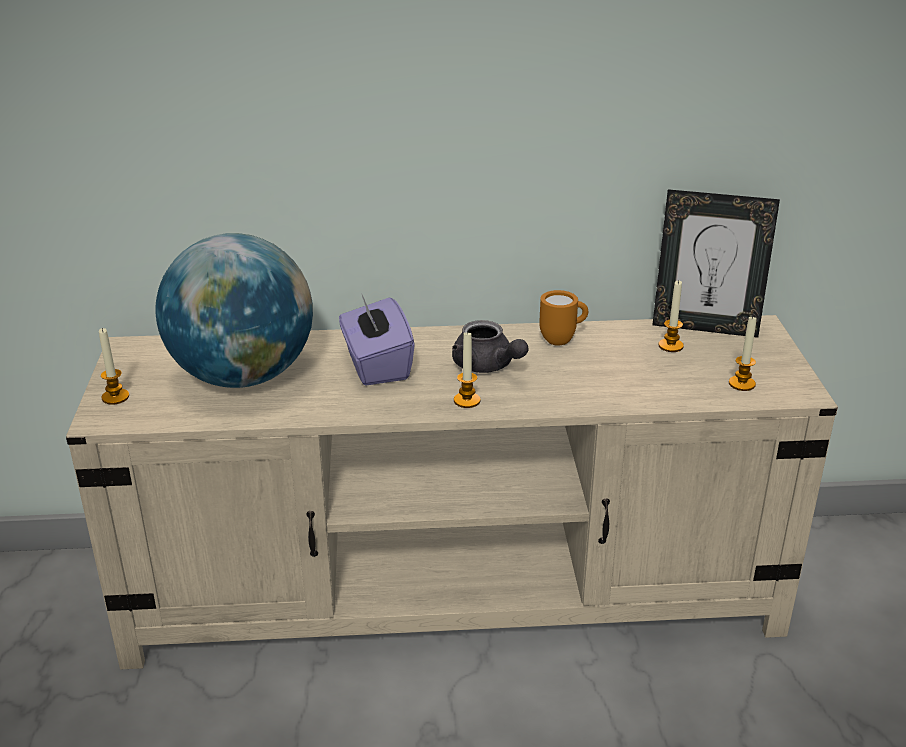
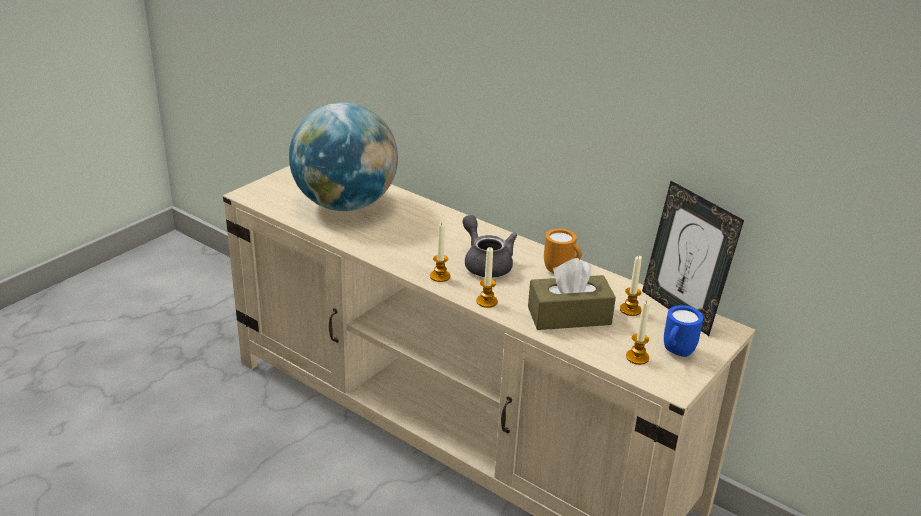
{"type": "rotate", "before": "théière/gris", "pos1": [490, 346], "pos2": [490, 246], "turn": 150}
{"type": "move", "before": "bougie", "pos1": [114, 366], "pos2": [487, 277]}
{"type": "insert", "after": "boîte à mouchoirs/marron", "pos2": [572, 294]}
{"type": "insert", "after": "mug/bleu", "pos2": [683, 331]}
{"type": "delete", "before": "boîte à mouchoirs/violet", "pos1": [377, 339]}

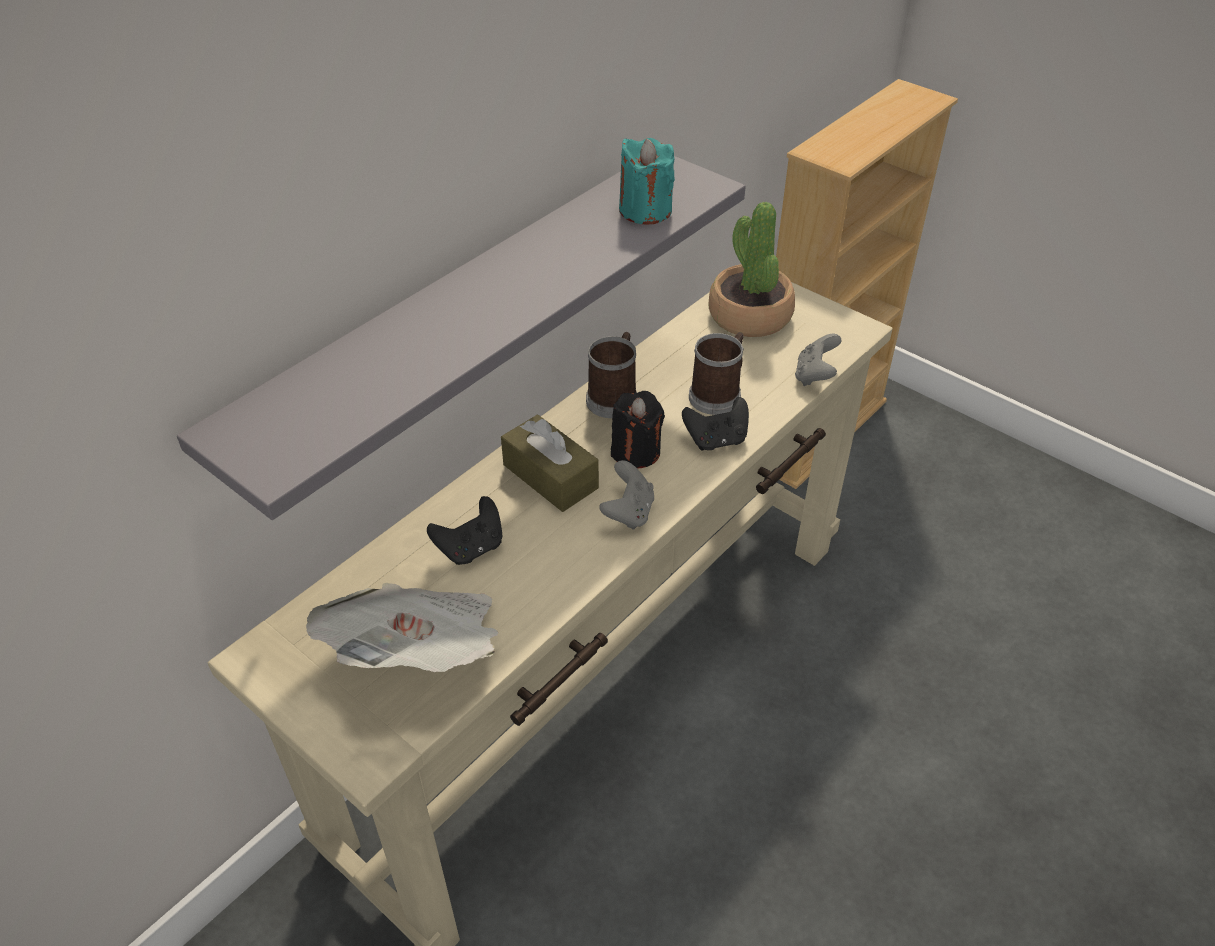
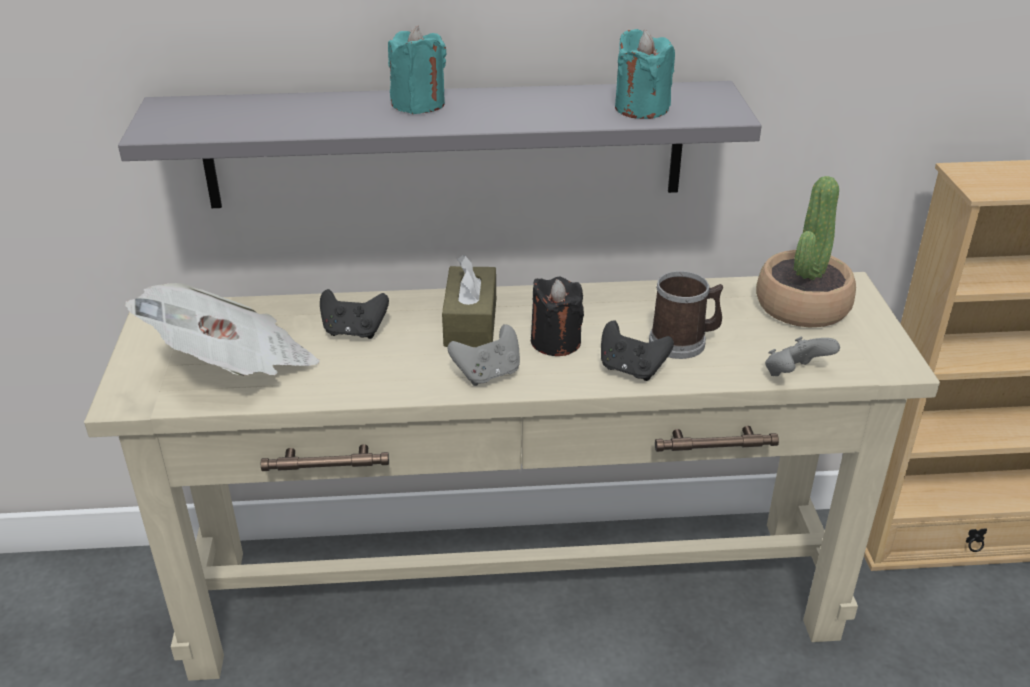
{"type": "insert", "after": "bougie/turquoise", "pos2": [417, 70]}
{"type": "delete", "before": "mug", "pos1": [611, 375]}

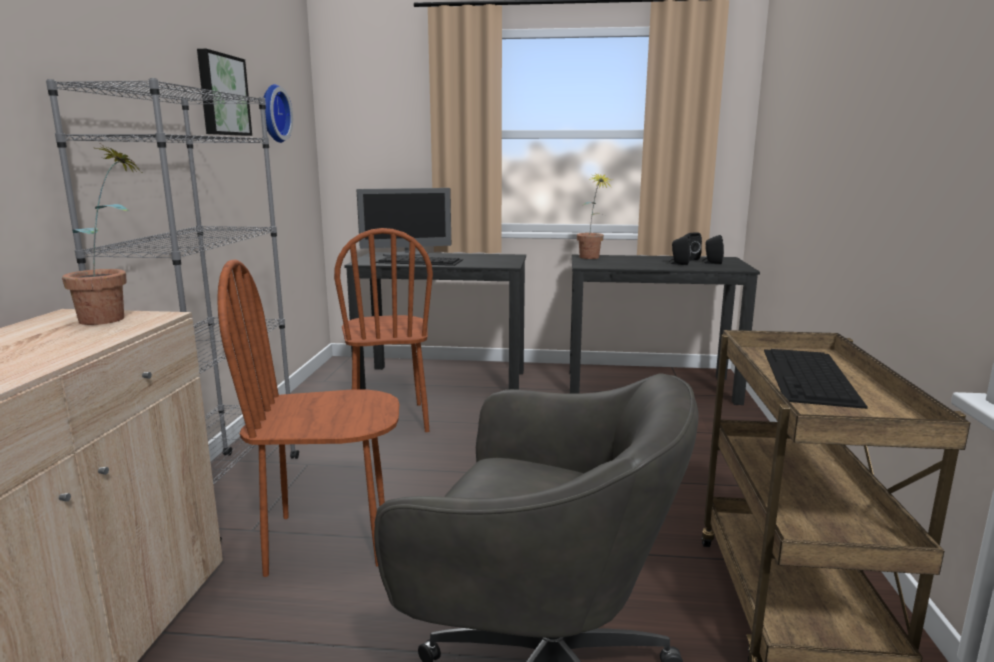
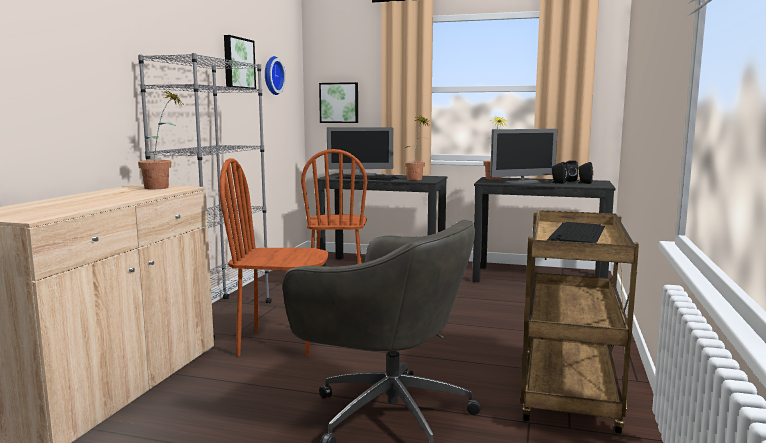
{"type": "insert", "after": "tableau", "pos2": [338, 102]}
{"type": "insert", "after": "plante en pot", "pos2": [417, 148]}
{"type": "insert", "after": "écran d'ordinateur", "pos2": [524, 156]}

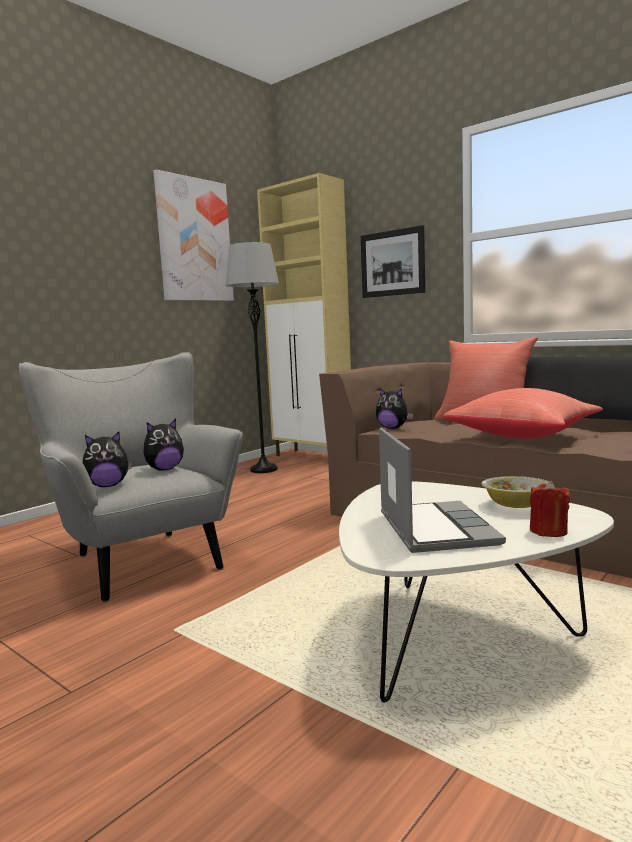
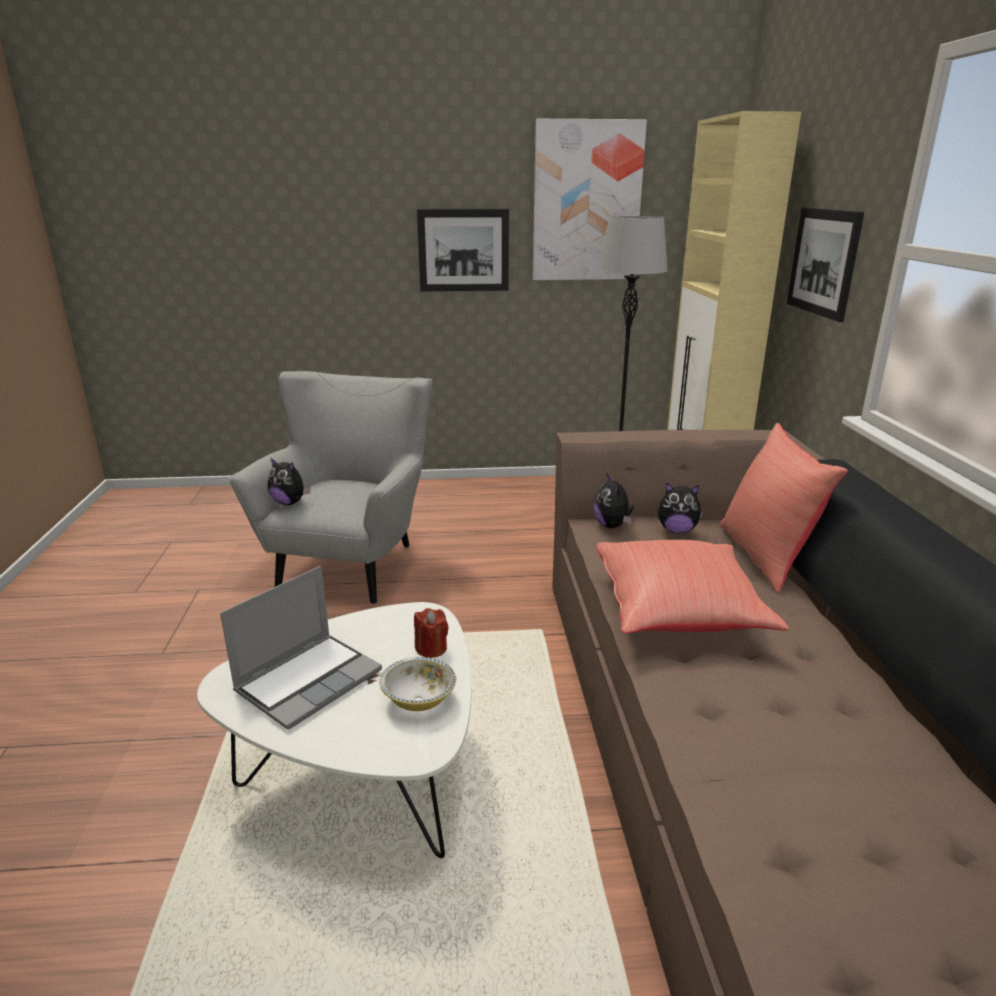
{"type": "move", "before": "bougie/rouge", "pos1": [550, 509], "pos2": [431, 633]}
{"type": "insert", "after": "tableau", "pos2": [463, 250]}
{"type": "move", "before": "peluche", "pos1": [163, 445], "pos2": [680, 507]}

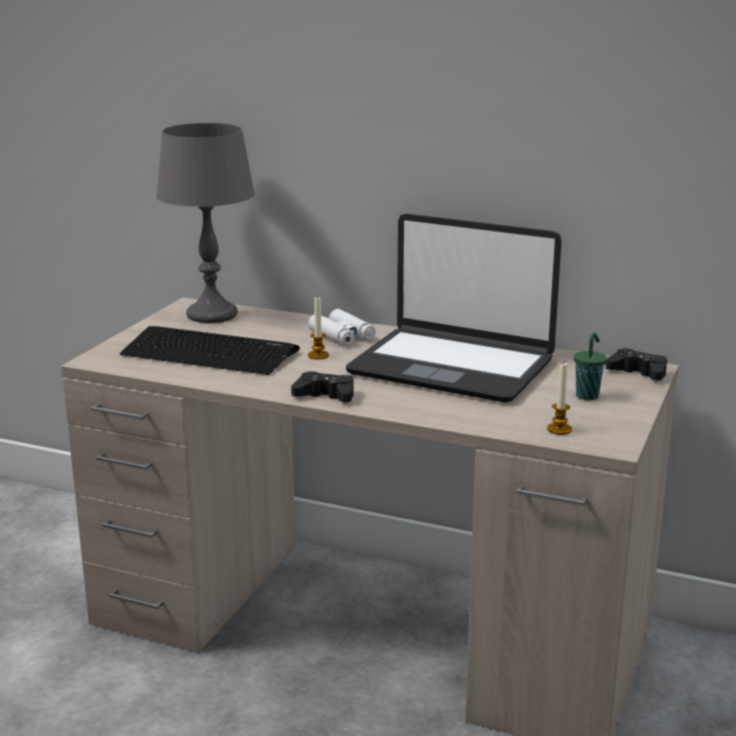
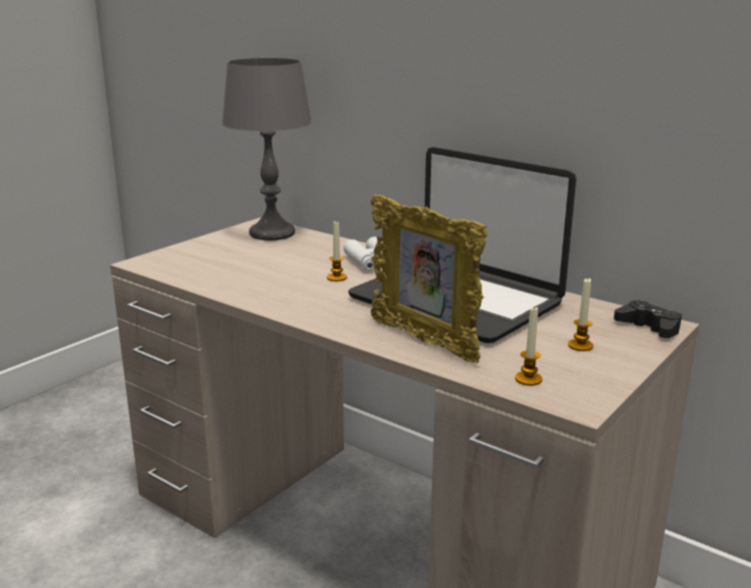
{"type": "insert", "after": "cadre photo", "pos2": [429, 278]}
{"type": "replace", "before": "tasse/vert", "after": "bougie", "pos1": [590, 366], "pos2": [580, 314]}
{"type": "delete", "before": "clavier", "pos1": [210, 350]}
{"type": "delete", "before": "manette/noir", "pos1": [322, 386]}

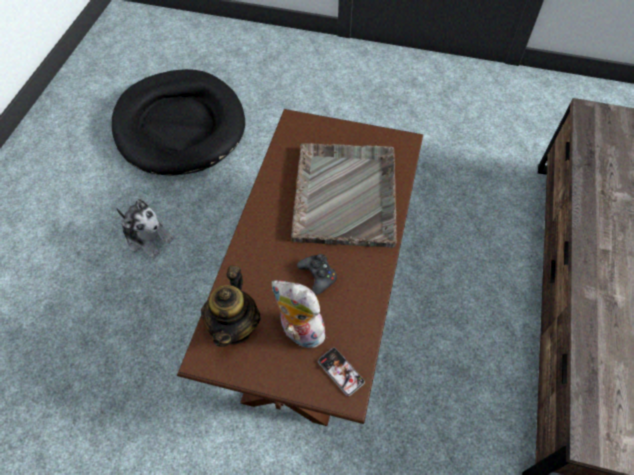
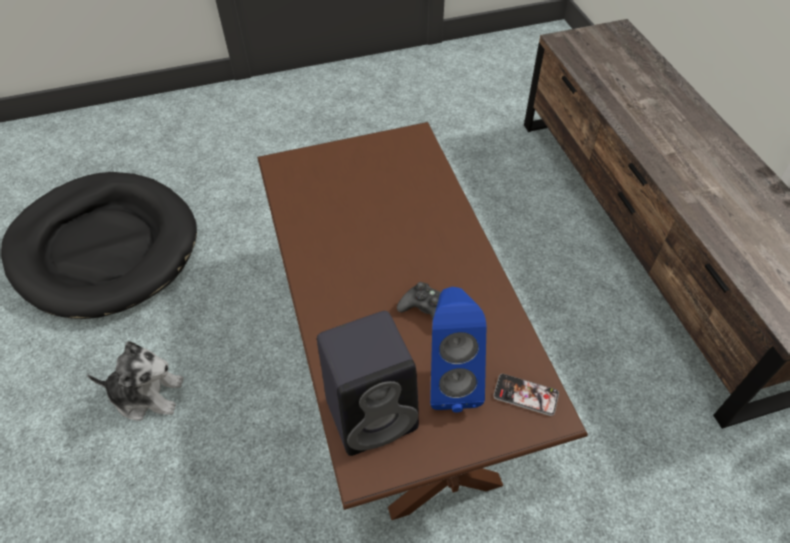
{"type": "replace", "before": "théière", "after": "enceinte/noir", "pos1": [230, 306], "pos2": [368, 383]}
{"type": "replace", "before": "peluche", "after": "enceinte/bleu", "pos1": [301, 314], "pos2": [458, 350]}
{"type": "delete", "before": "plateau/gris", "pos1": [344, 195]}

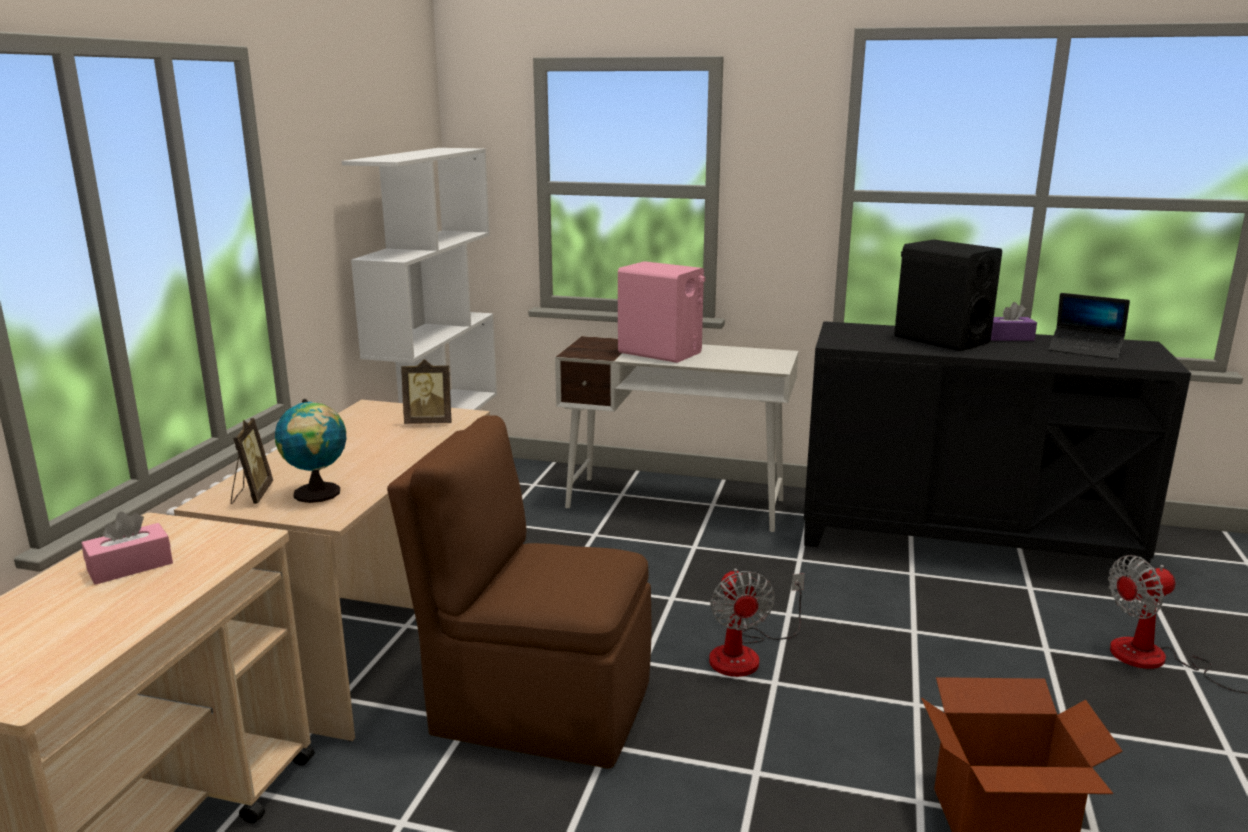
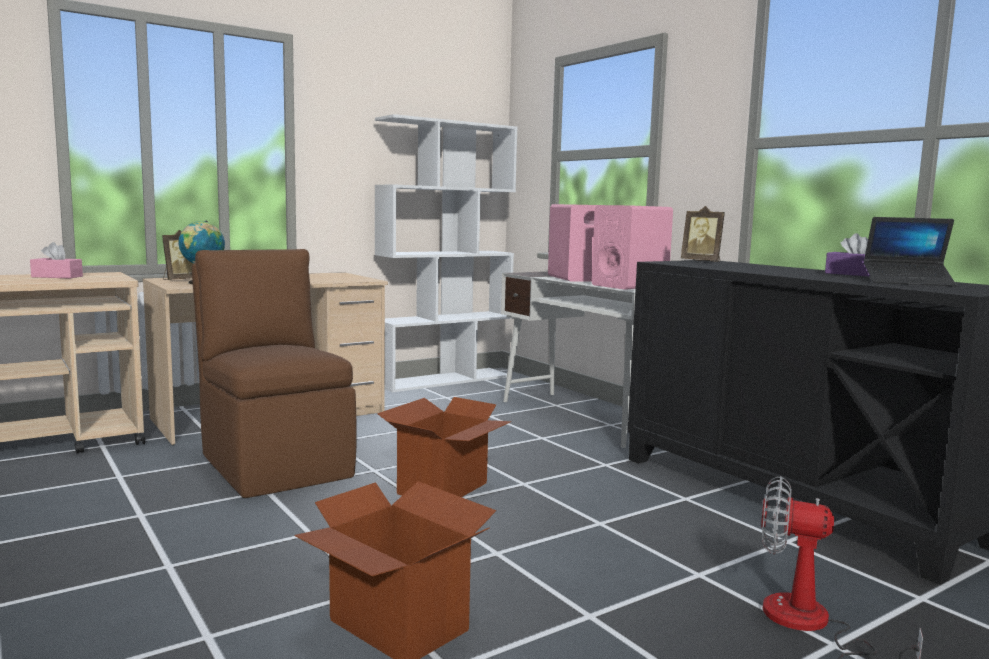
{"type": "replace", "before": "ventilateur", "after": "carton", "pos1": [757, 622], "pos2": [444, 447]}
{"type": "insert", "after": "enceinte/rose", "pos2": [632, 247]}
{"type": "move", "before": "cadre photo", "pos1": [426, 391], "pos2": [703, 234]}
{"type": "rotate", "before": "ordinateur portable", "pos1": [1089, 326], "pos2": [910, 251], "turn": -60}
{"type": "delete", "before": "enceinte/noir", "pos1": [948, 295]}

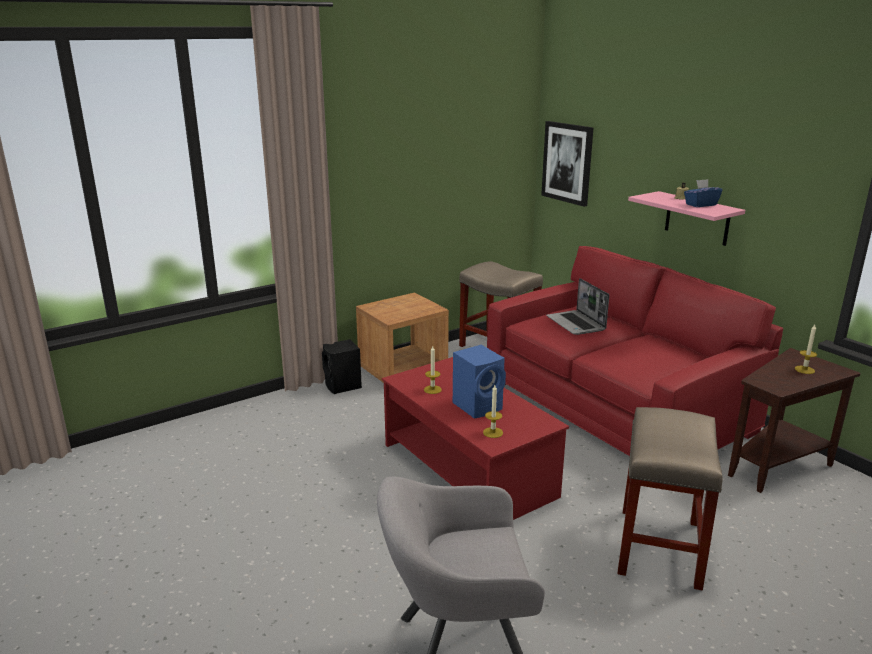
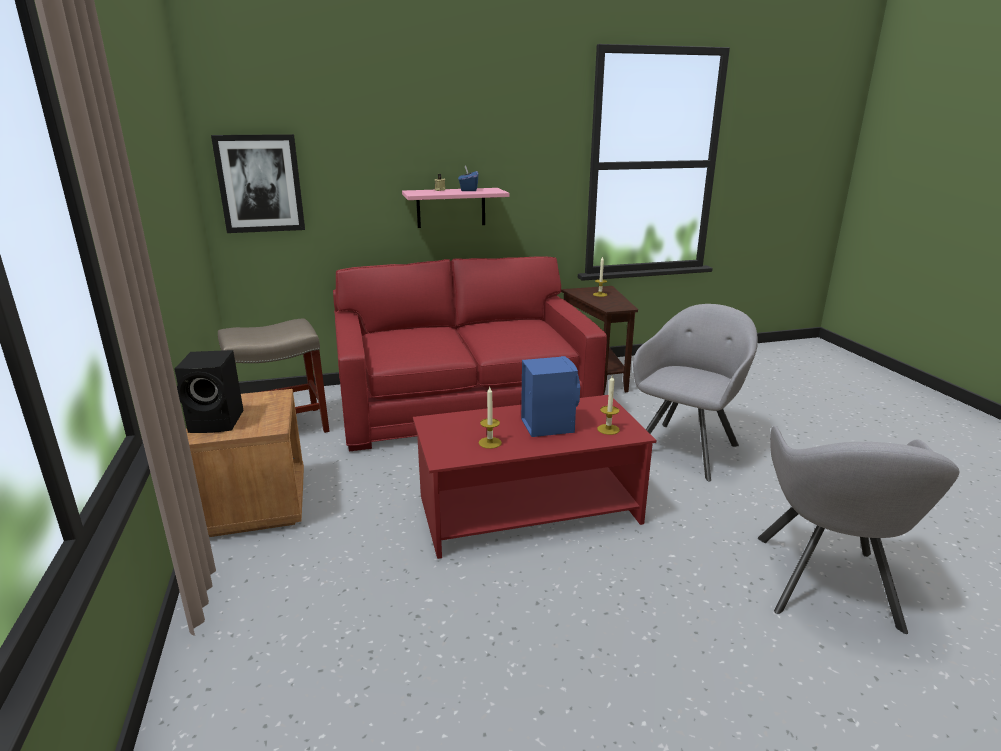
{"type": "move", "before": "enceinte/noir", "pos1": [342, 366], "pos2": [209, 391]}
{"type": "replace", "before": "tabouret/beige", "after": "fauteuil/gris", "pos1": [669, 498], "pos2": [695, 392]}
{"type": "delete", "before": "ordinateur portable", "pos1": [577, 306]}

